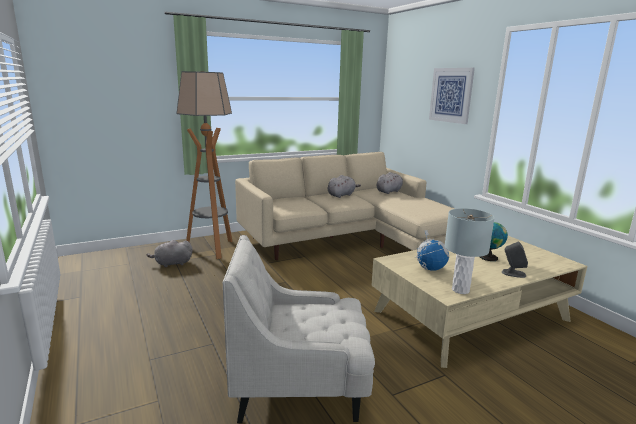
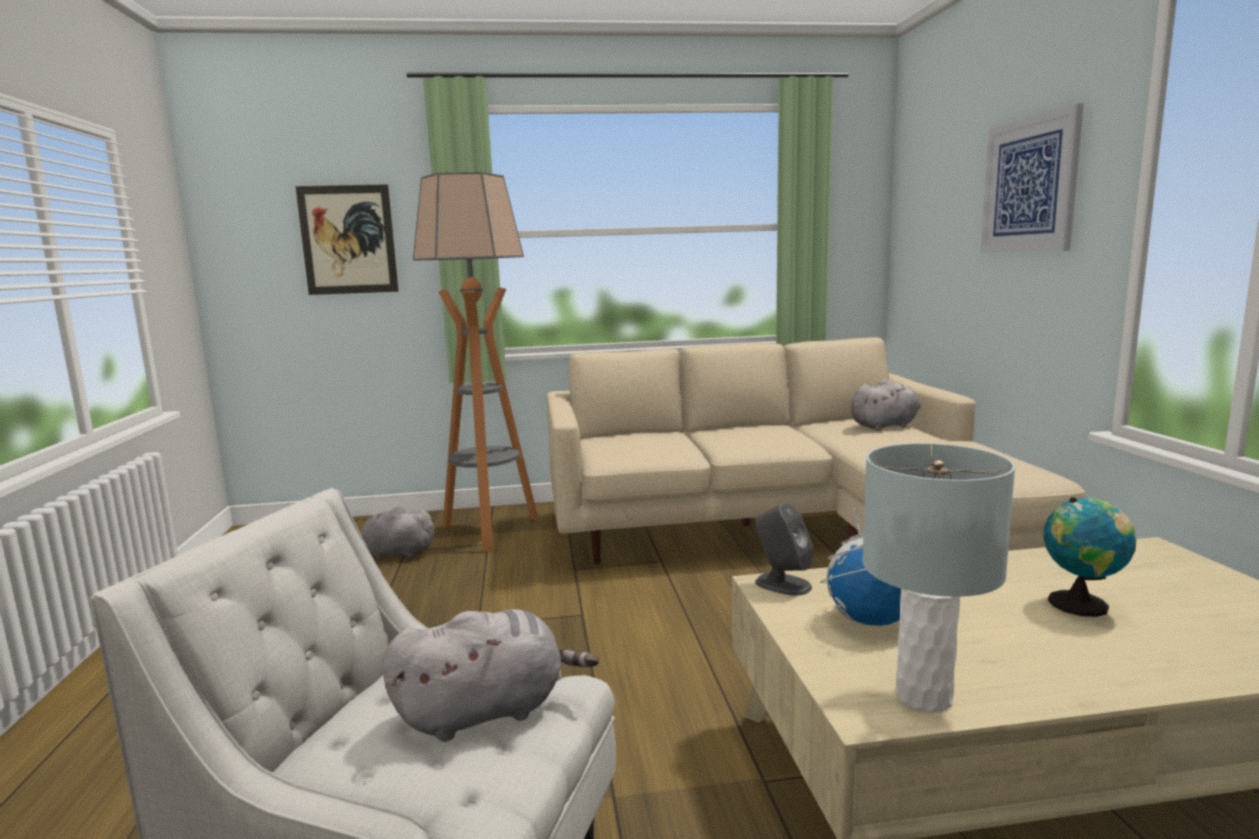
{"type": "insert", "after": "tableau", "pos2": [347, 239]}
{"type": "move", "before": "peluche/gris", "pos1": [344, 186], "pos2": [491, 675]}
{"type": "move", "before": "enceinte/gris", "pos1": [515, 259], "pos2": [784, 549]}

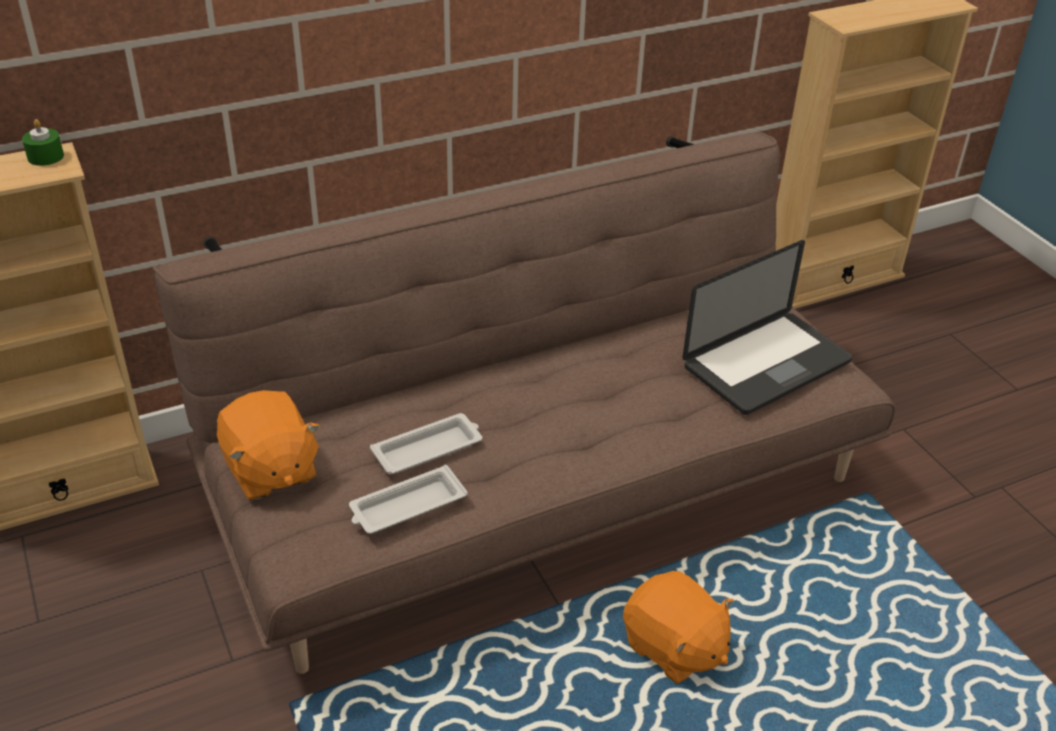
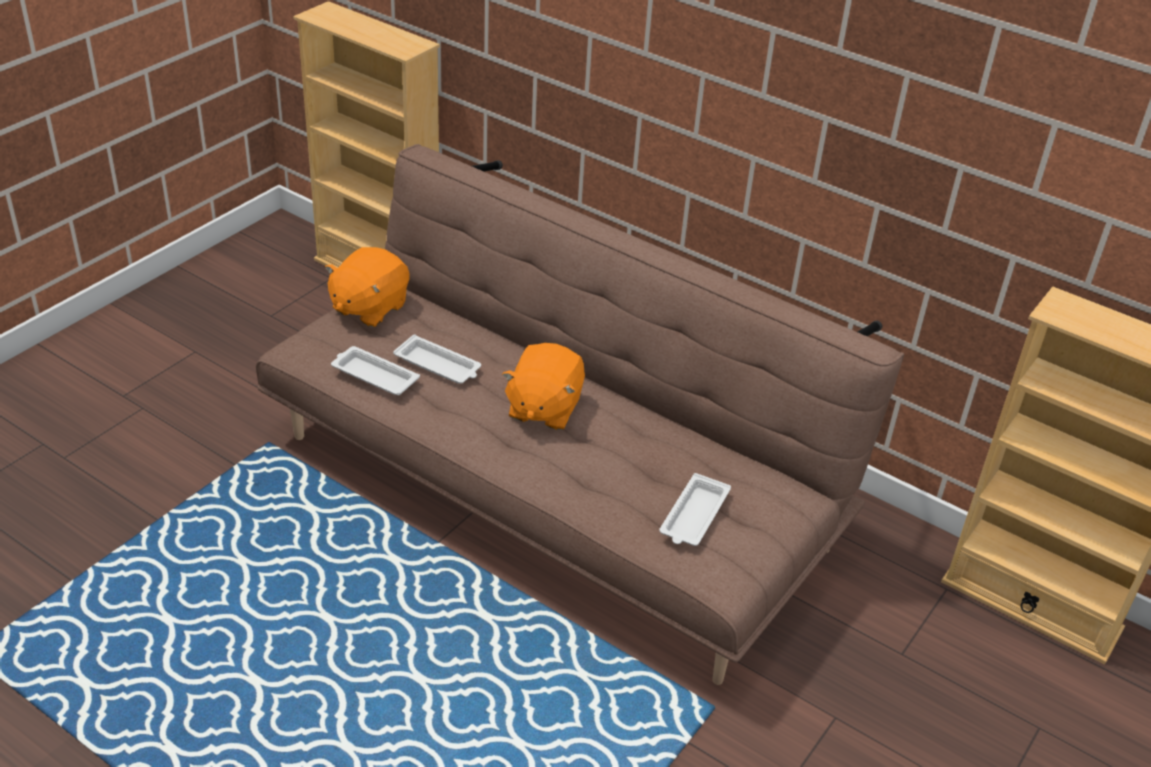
{"type": "move", "before": "peluche/orange", "pos1": [678, 627], "pos2": [543, 386]}
{"type": "replace", "before": "ordinateur portable", "after": "plateau/blanc", "pos1": [767, 327], "pos2": [695, 509]}
{"type": "delete", "before": "bougie/vert", "pos1": [43, 142]}

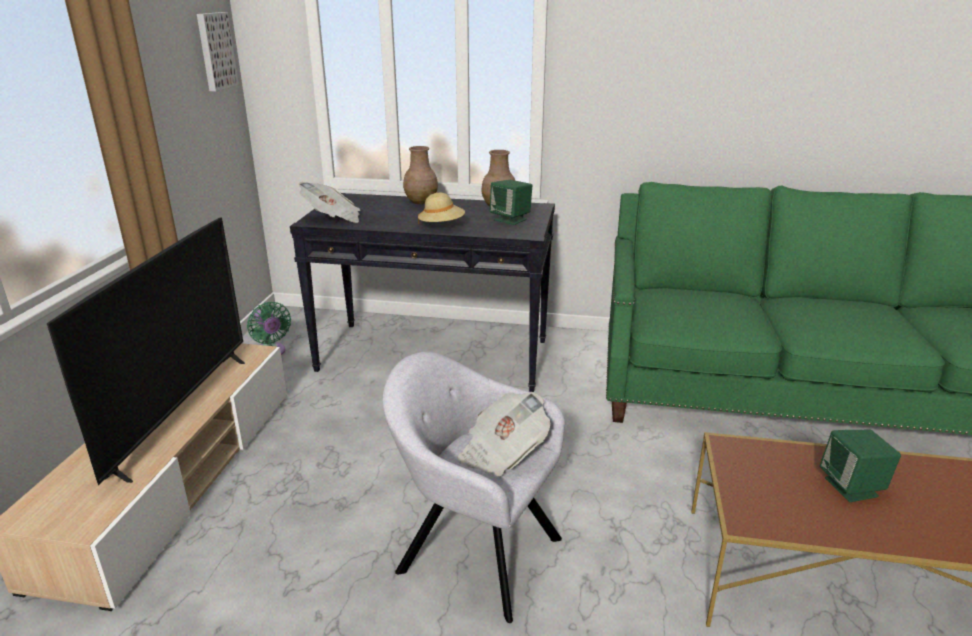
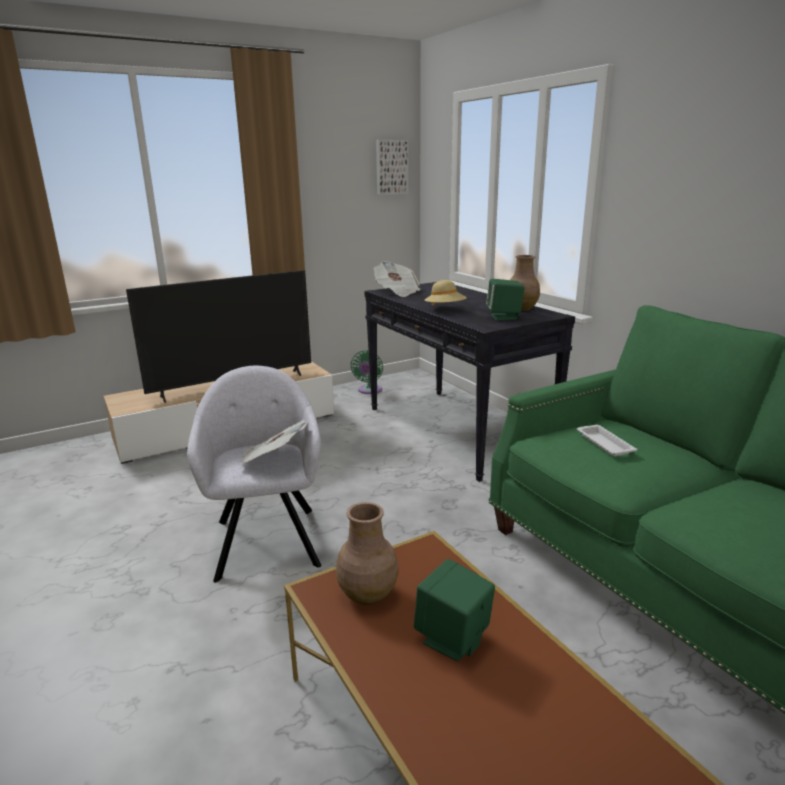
{"type": "move", "before": "vase/marron", "pos1": [420, 175], "pos2": [367, 553]}
{"type": "insert", "after": "plateau/blanc", "pos2": [607, 440]}

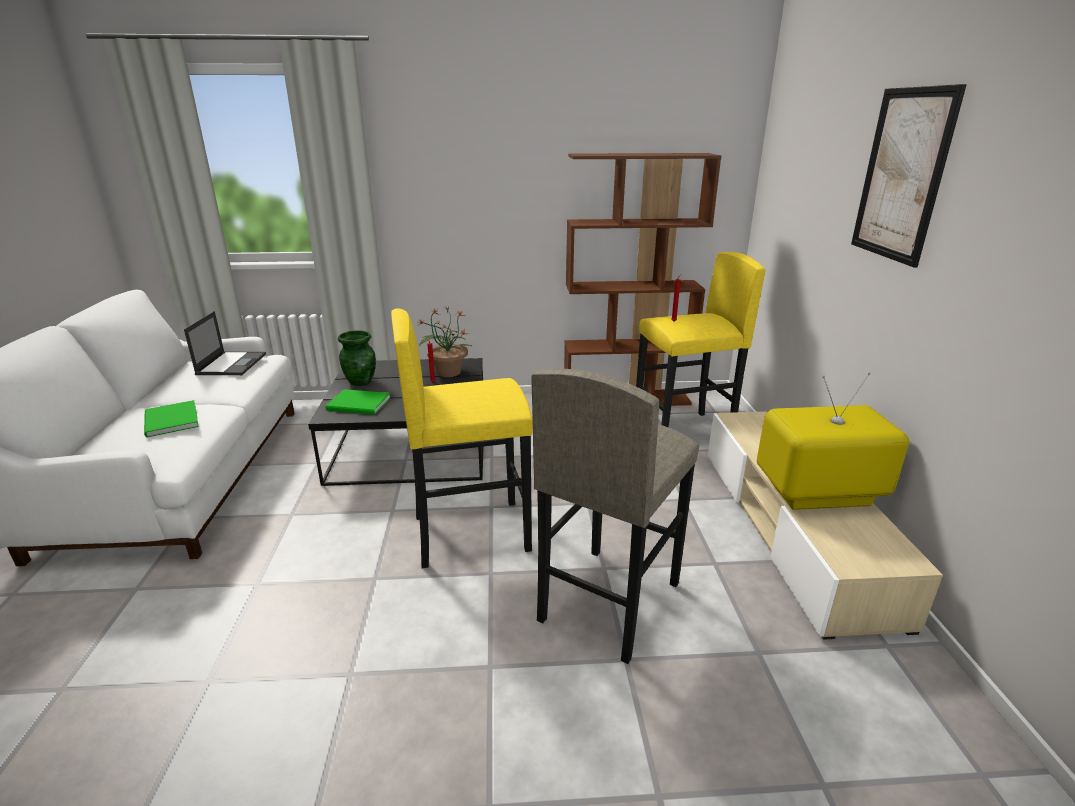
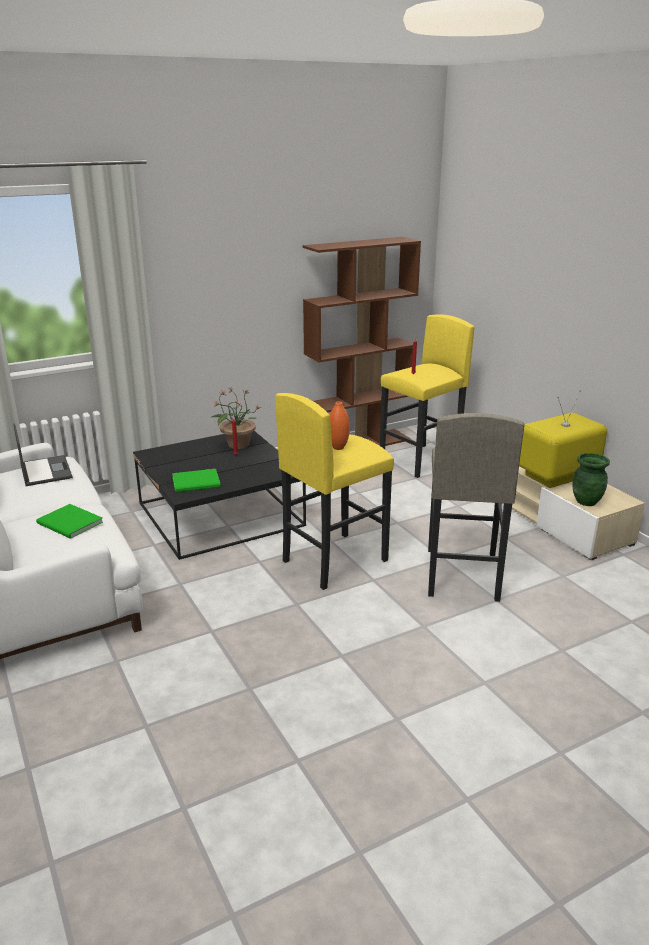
{"type": "insert", "after": "vase/orange", "pos2": [340, 425]}
{"type": "move", "before": "vase/vert", "pos1": [357, 358], "pos2": [591, 479]}
{"type": "delete", "before": "tableau", "pos1": [909, 175]}

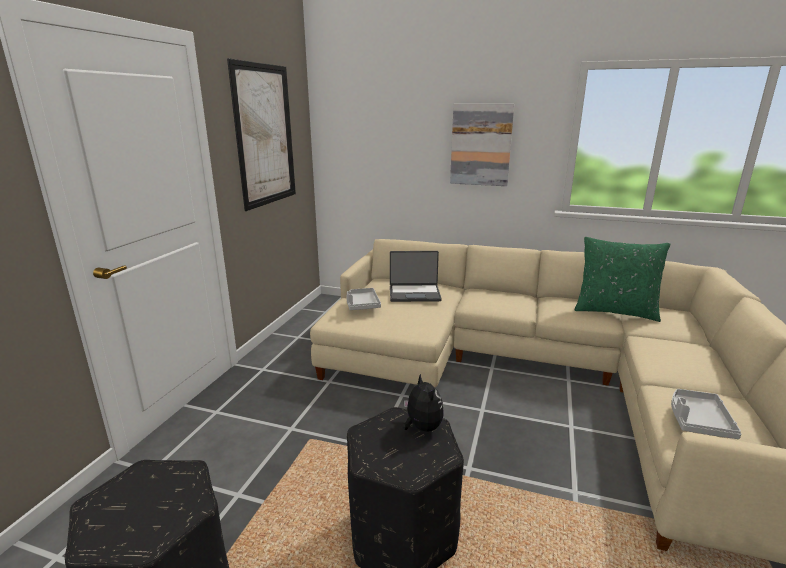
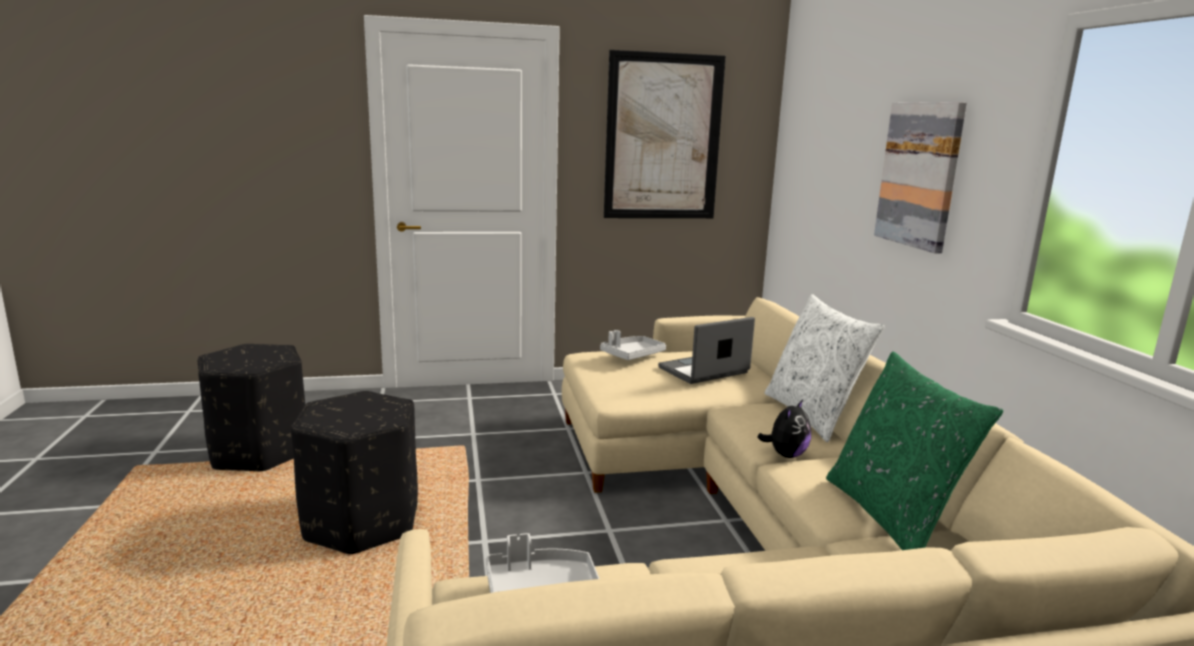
{"type": "rotate", "before": "ordinateur portable", "pos1": [416, 276], "pos2": [706, 350], "turn": 90}
{"type": "move", "before": "peluche", "pos1": [423, 402], "pos2": [784, 428]}
{"type": "insert", "after": "coussin/blanc", "pos2": [824, 368]}

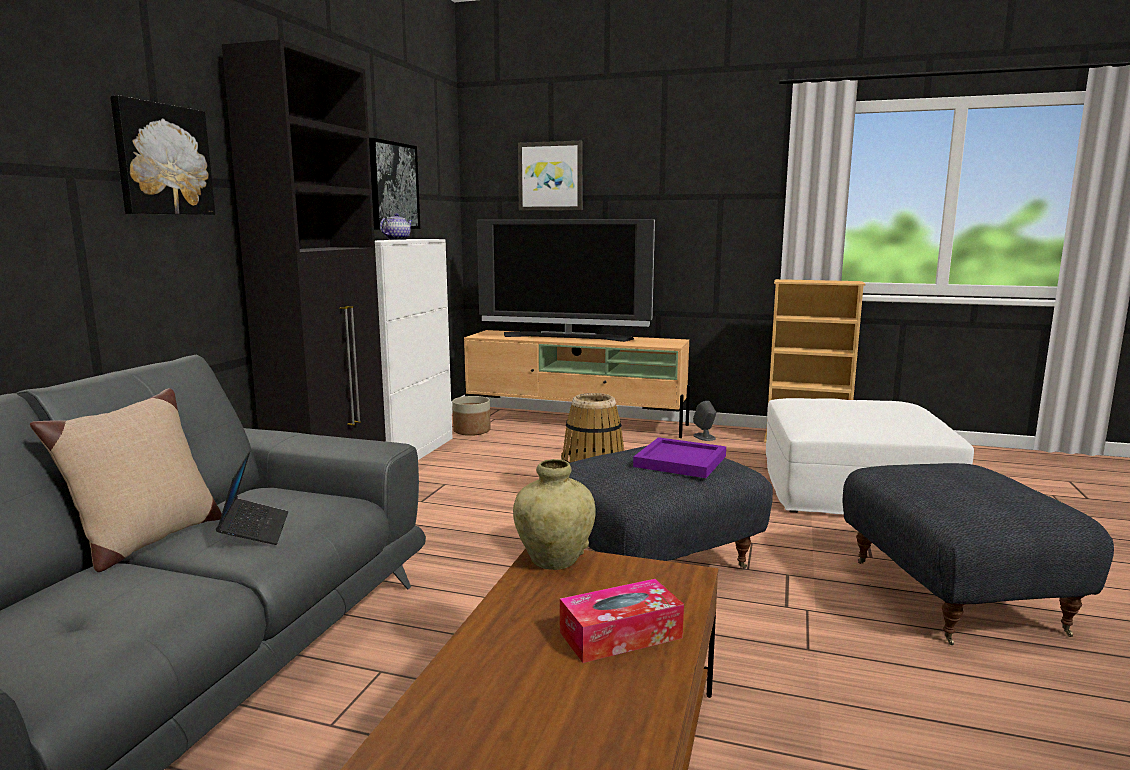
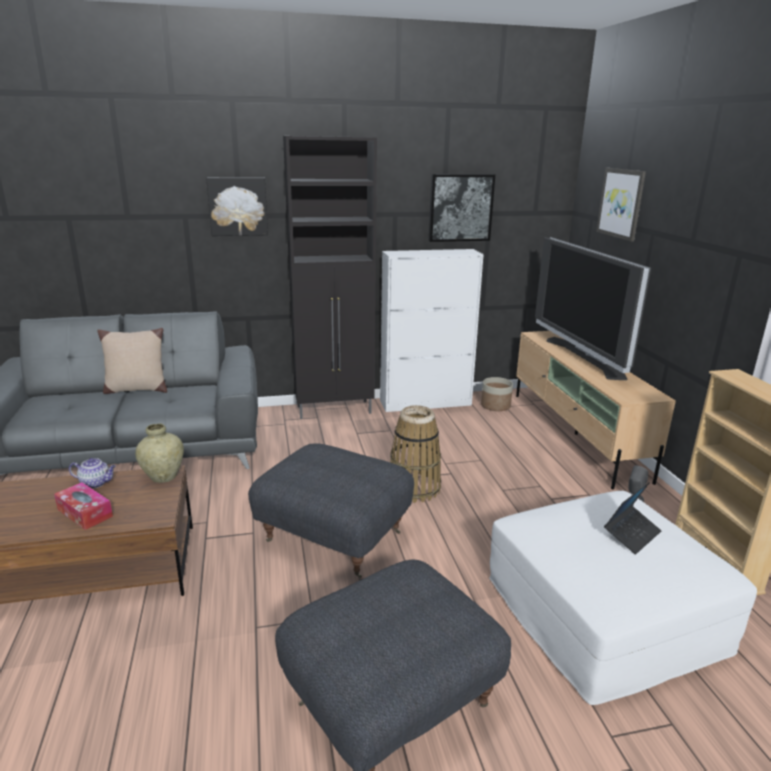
{"type": "move", "before": "théière", "pos1": [396, 226], "pos2": [92, 473]}
{"type": "move", "before": "ordinateur portable", "pos1": [252, 497], "pos2": [632, 518]}
{"type": "delete", "before": "plateau/violet", "pos1": [679, 457]}

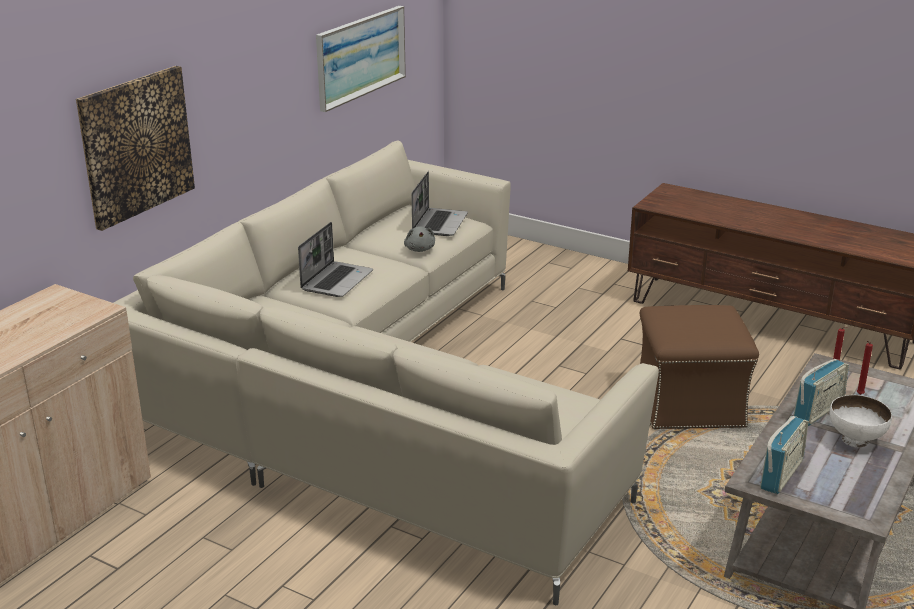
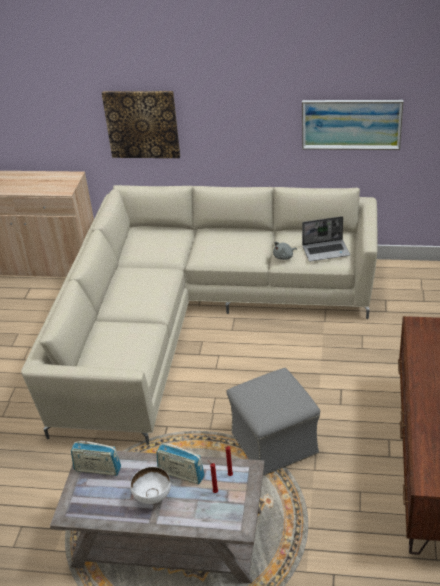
{"type": "recolor", "before": "pouf/marron", "after": "pouf/gris", "pos1": [699, 367], "pos2": [273, 422]}
{"type": "delete", "before": "ordinateur portable", "pos1": [335, 259]}

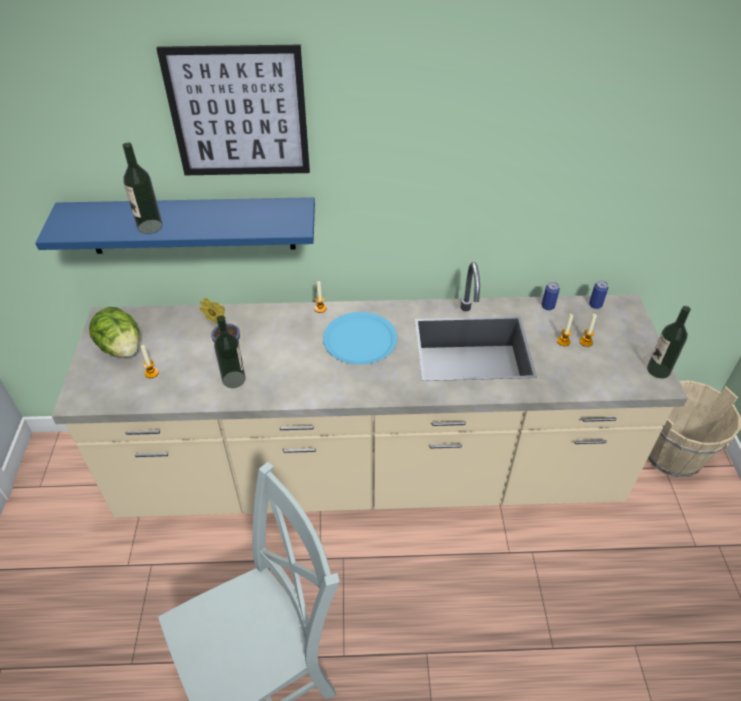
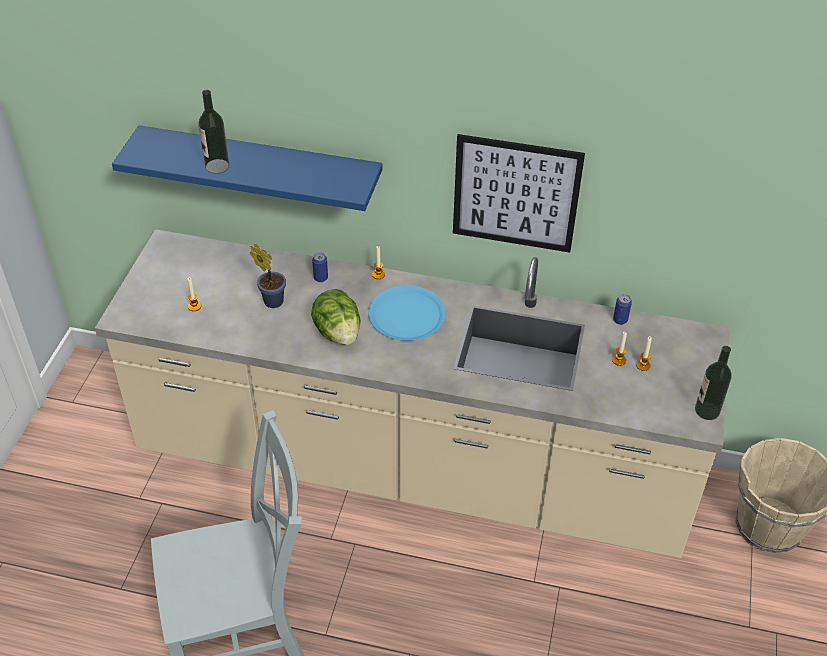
{"type": "move", "before": "laitue", "pos1": [114, 332], "pos2": [336, 317]}
{"type": "move", "before": "boîte métallique", "pos1": [599, 294], "pos2": [320, 267]}
{"type": "move", "before": "tableau", "pos1": [233, 110], "pos2": [519, 193]}
{"type": "delete", "before": "bouteille", "pos1": [230, 351]}

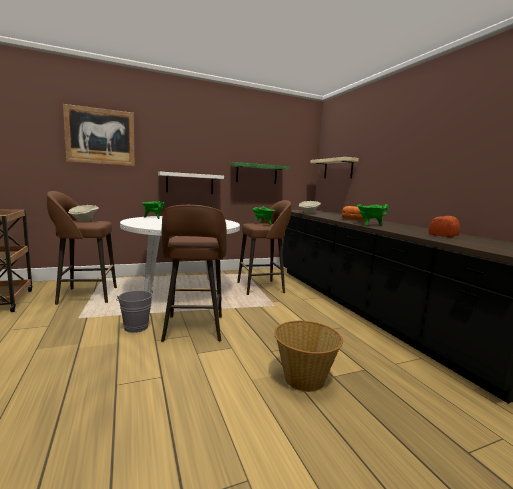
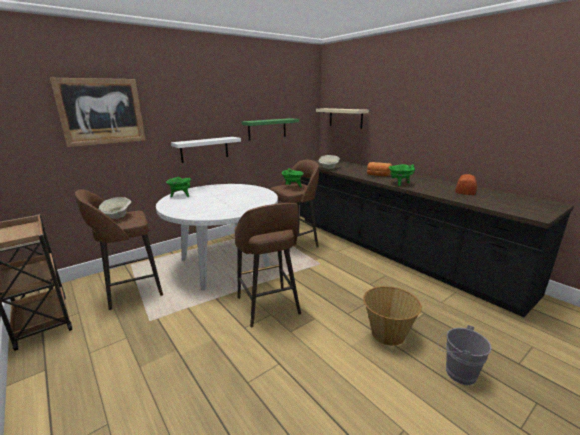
{"type": "move", "before": "seau/gris", "pos1": [134, 311], "pos2": [465, 355]}

